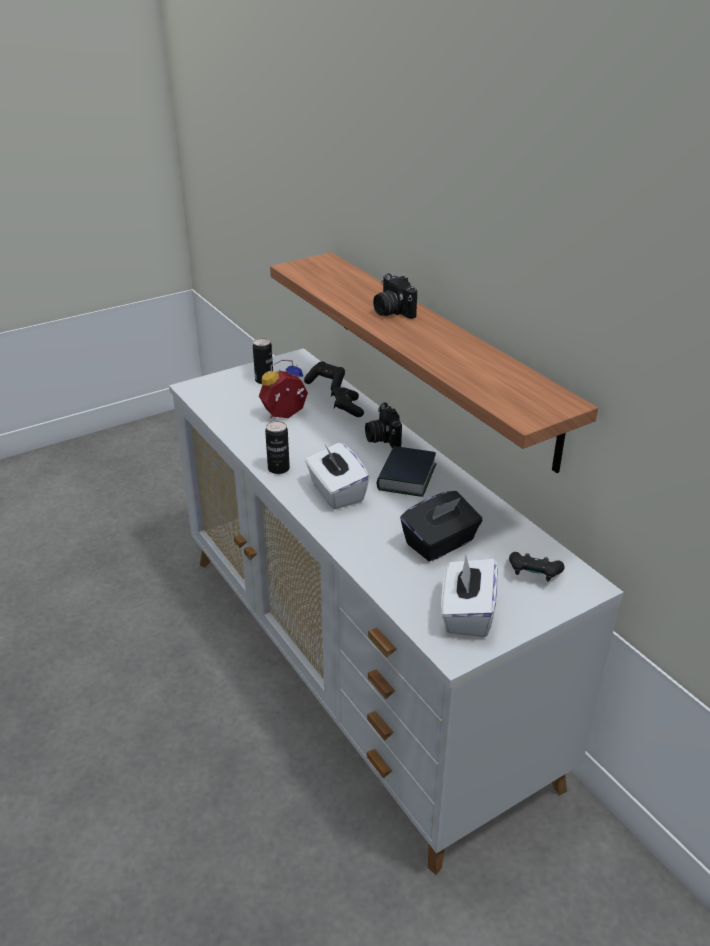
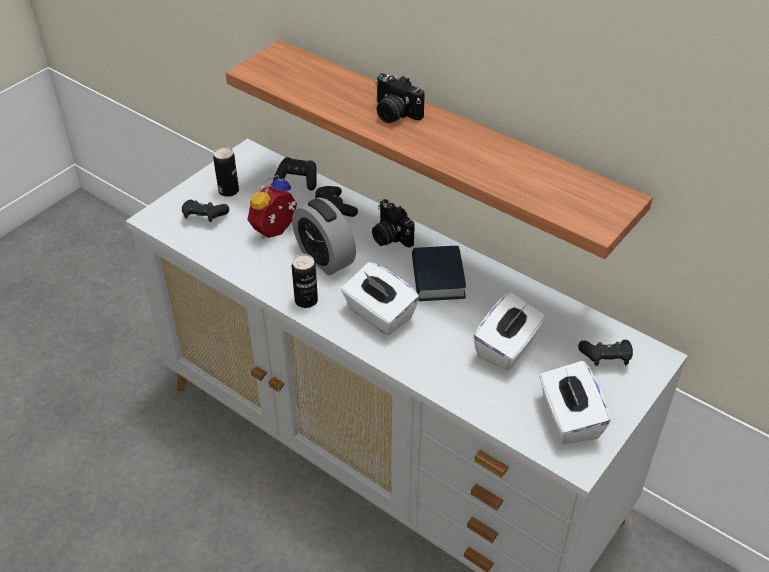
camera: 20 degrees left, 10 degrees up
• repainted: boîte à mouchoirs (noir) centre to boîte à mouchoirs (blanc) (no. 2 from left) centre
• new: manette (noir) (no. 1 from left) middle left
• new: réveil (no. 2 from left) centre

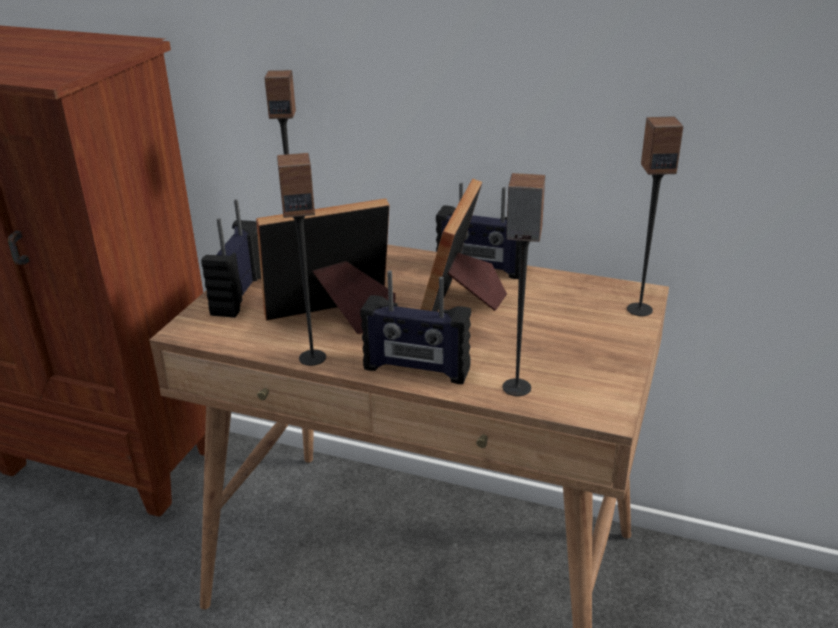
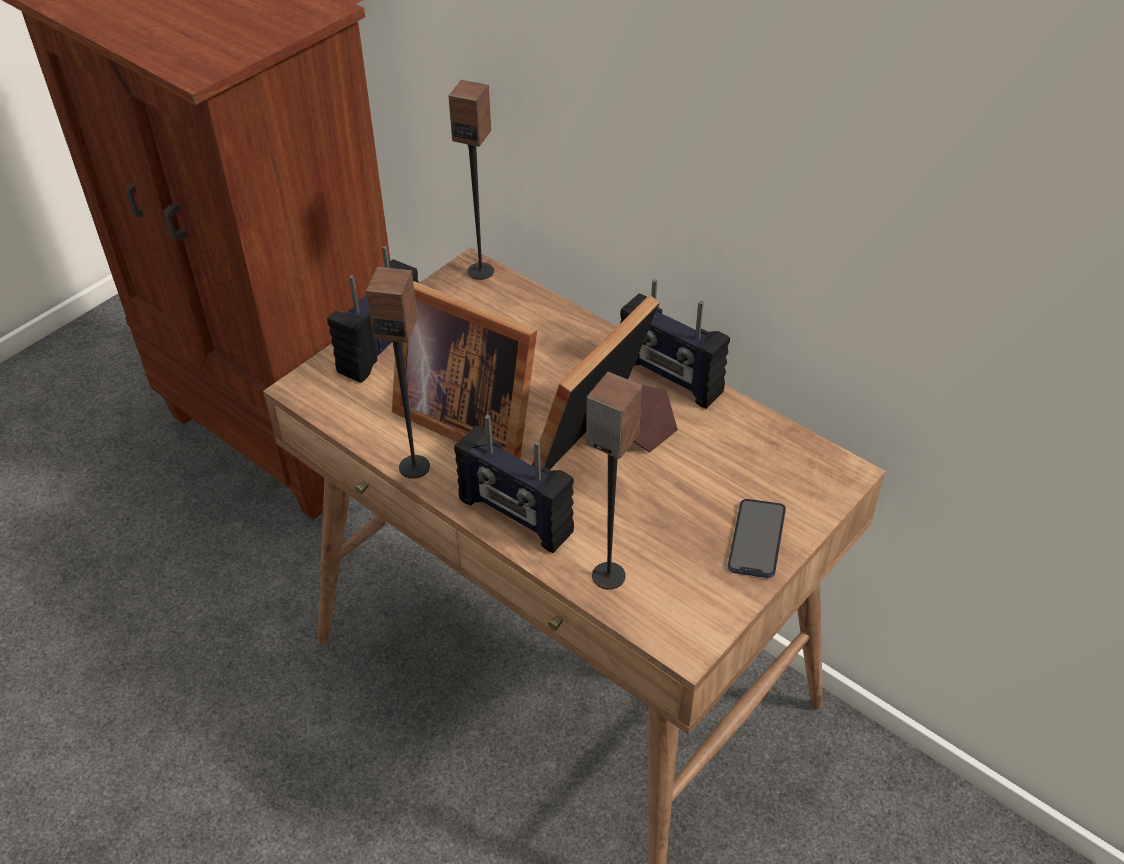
camera: 20 degrees right, 15 degrees up
• rotated: cadre photo (no. 1 from left) centre = centre 150 degrees counterclockwise
• gone: enceinte (no. 4 from left) middle right
• new: téléphone middle right

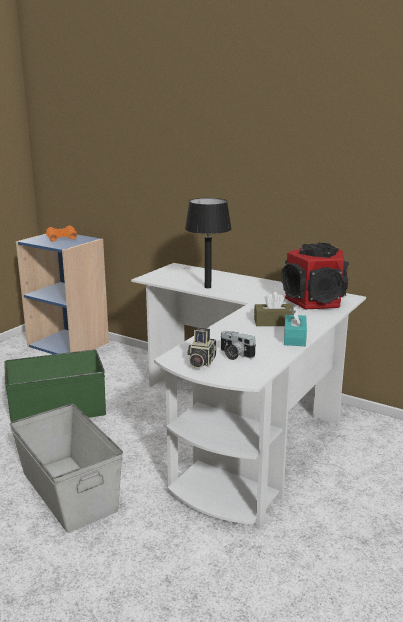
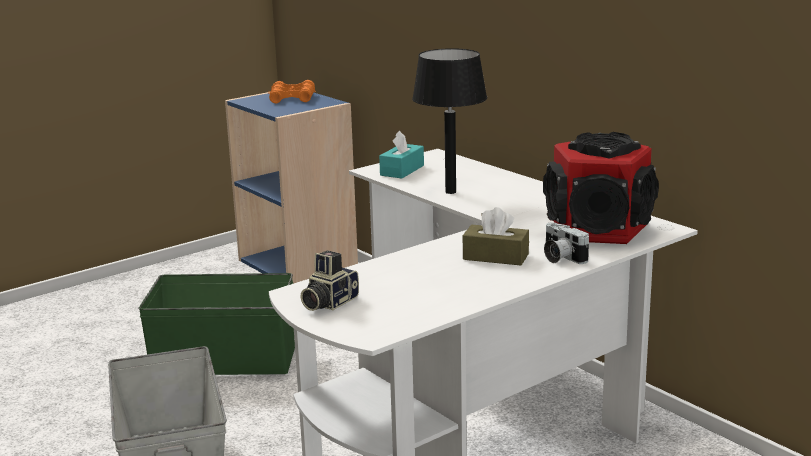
camera: 20 degrees right, 0 degrees up
• shifted: appareil photo (no. 2 from left) centre to middle right
• shifted: boîte à mouchoirs (turquoise) middle right to centre

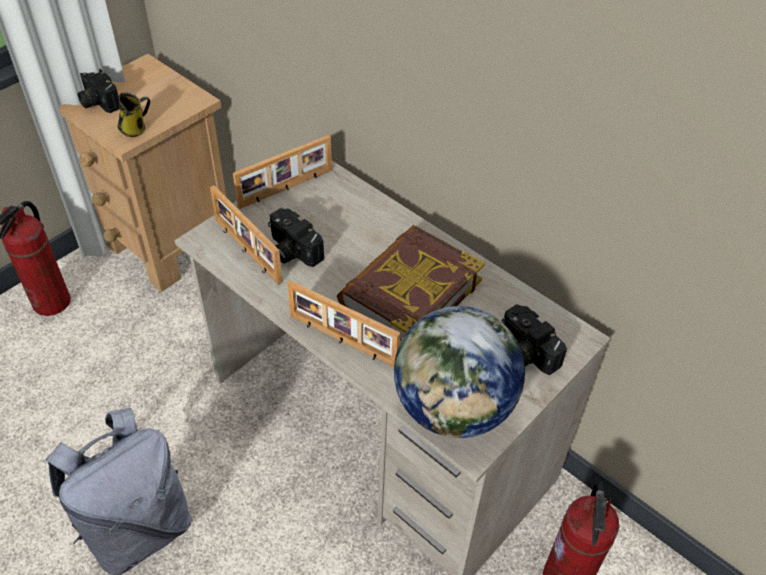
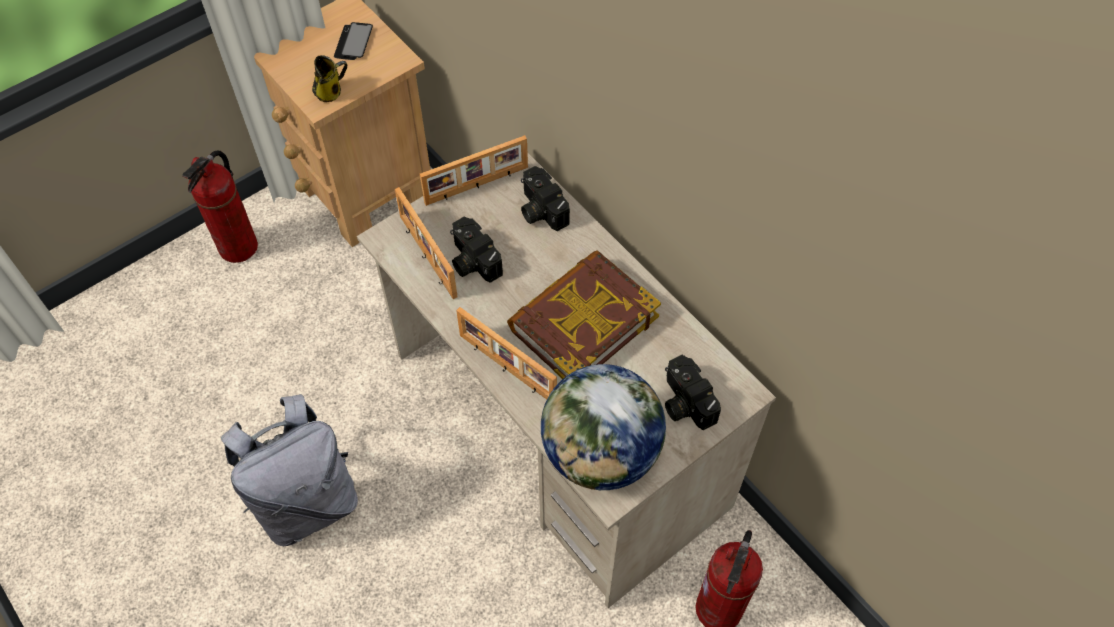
camera: 10 degrees right, 10 degrees up
• shifted: appareil photo (no. 1 from left in the first image) top left to appareil photo (no. 2 from left) top centre
• new: téléphone top left

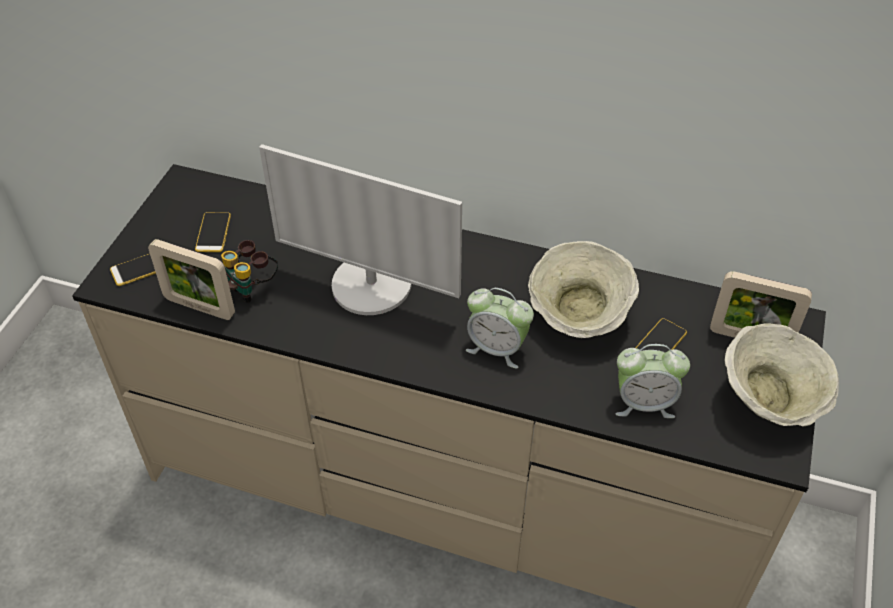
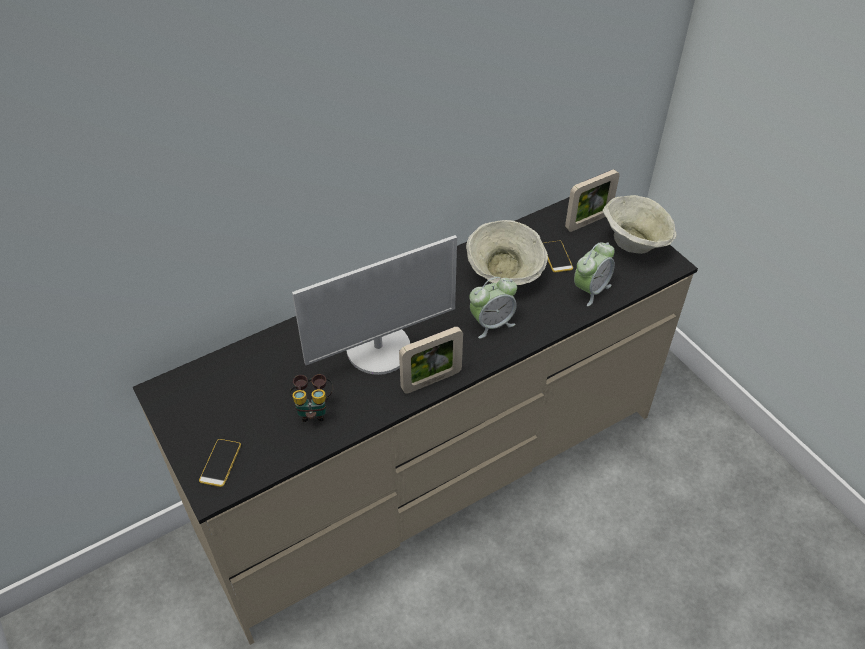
camera: 50 degrees left, 0 degrees up
• shifted: cadre photo (no. 1 from left) middle left to centre
• gone: téléphone (no. 2 from left) middle left

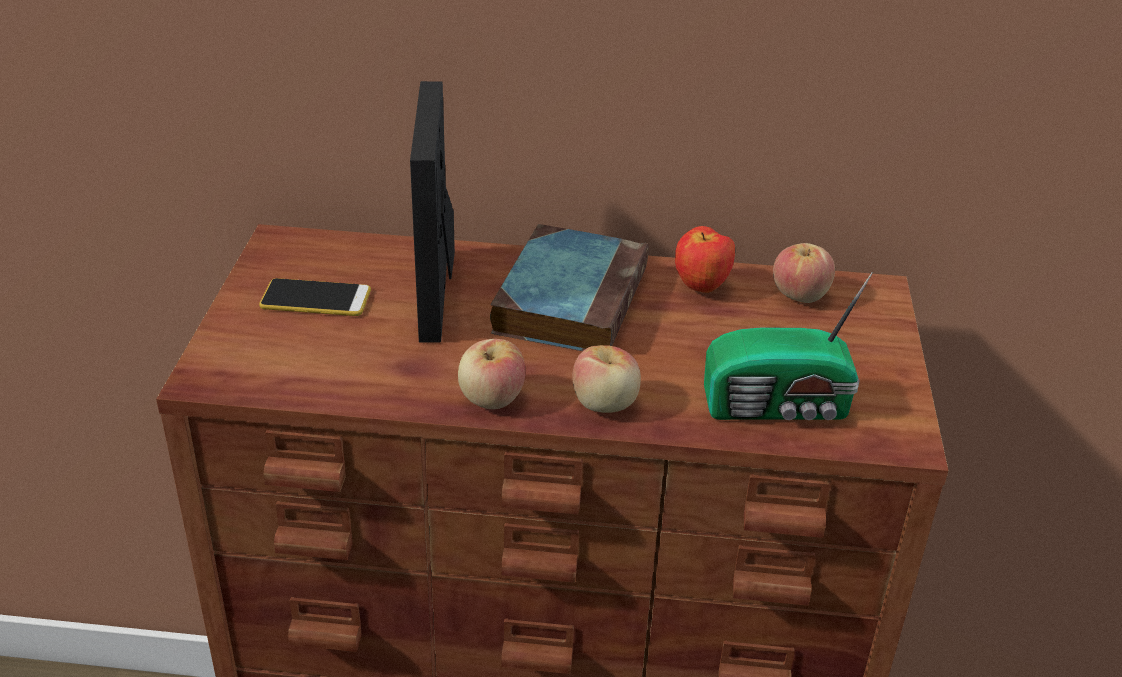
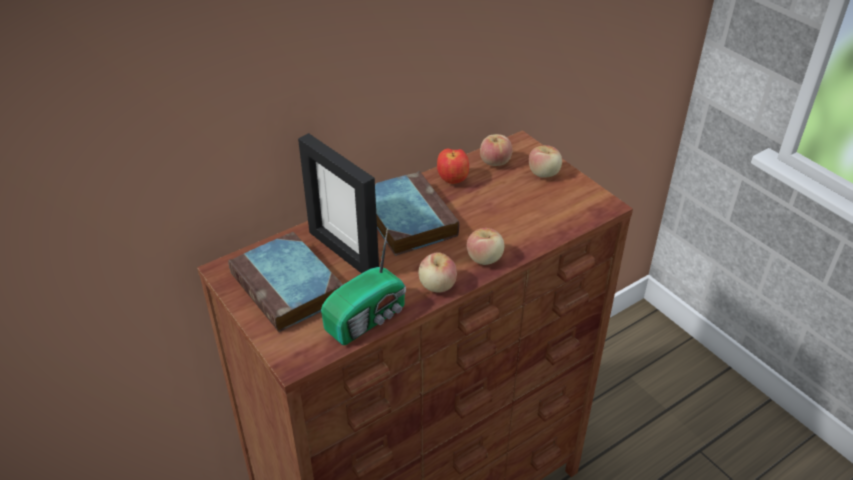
camera: 40 degrees left, 5 degrees up
• swapped: téléphone middle left to livre (no. 1 from left) centre
• shifted: radio middle right to centre
• new: pomme (no. 5 from left) centre

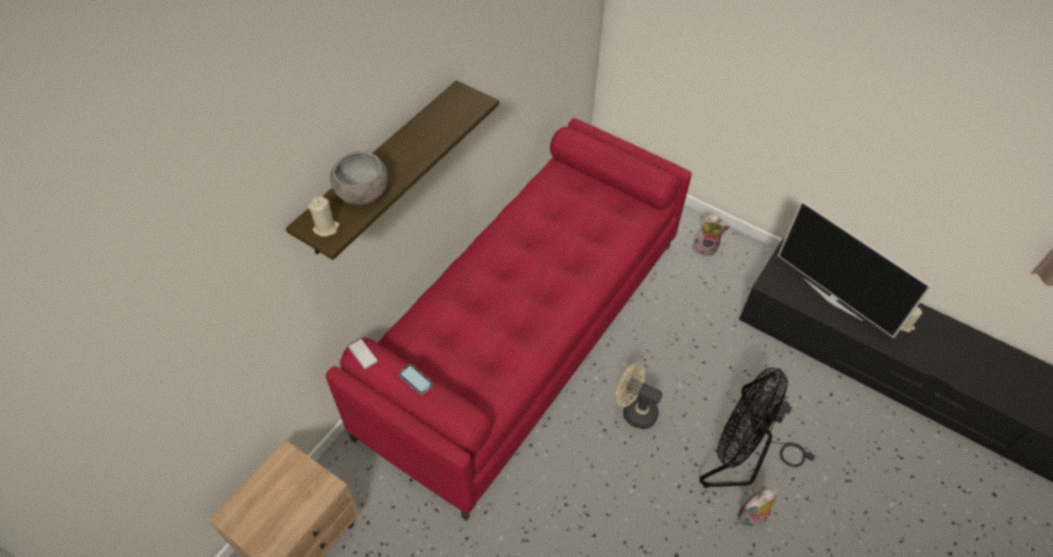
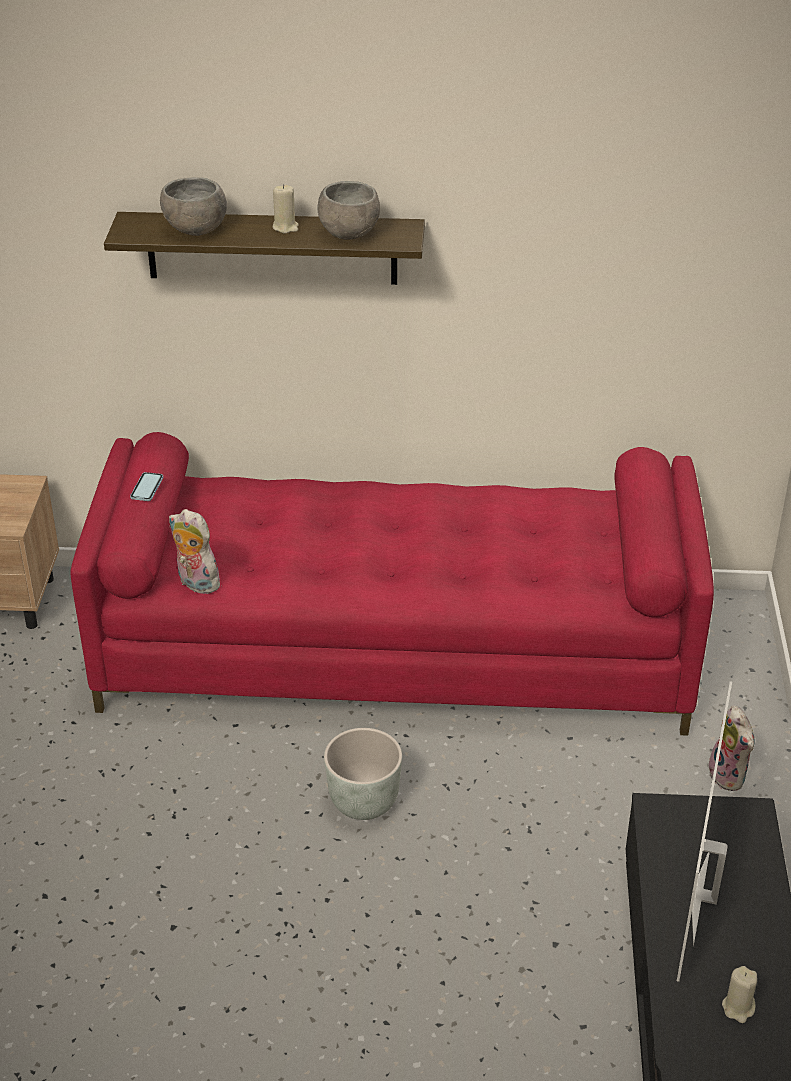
camera: 60 degrees right, 15 degrees down
• shifted: bougie (beige) (no. 1 from left) middle left to top centre
• gone: téléphone (no. 1 from left) centre
• swapped: ventilateur (beige) bottom centre to cache-pot (gris) bottom centre
• gone: ventilateur (noir) bottom right
• shifted: peluche (no. 2 from left in the first image) bottom right to peluche (no. 1 from left) middle left
• new: bol (gris) (no. 2 from left) top centre

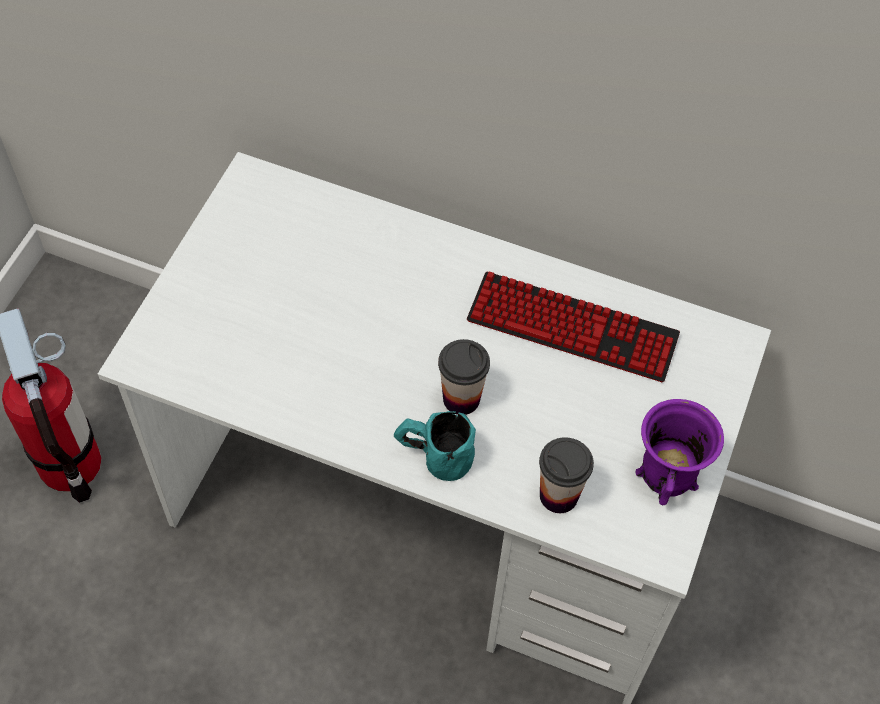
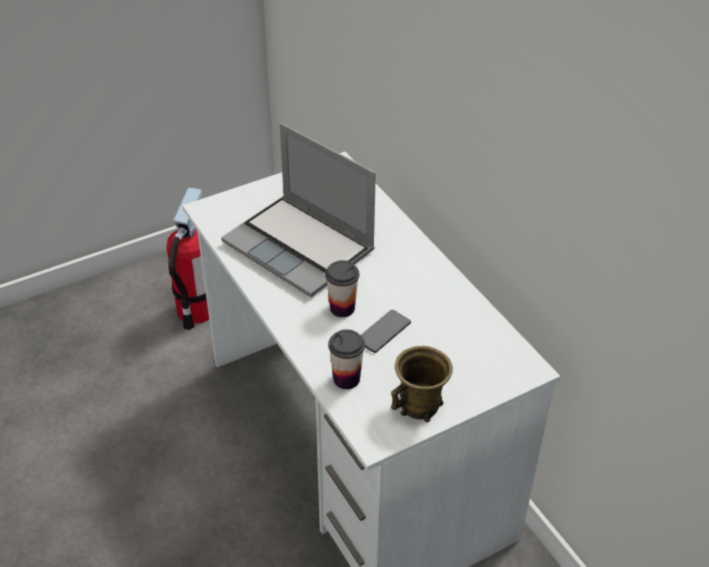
camera: 40 degrees right, 15 degrees down
• gone: mug (turquoise) centre
• gone: clavier centre
• repainted: mug (violet) middle right to mug (marron) bottom centre
• new: ordinateur portable centre
• new: téléphone centre

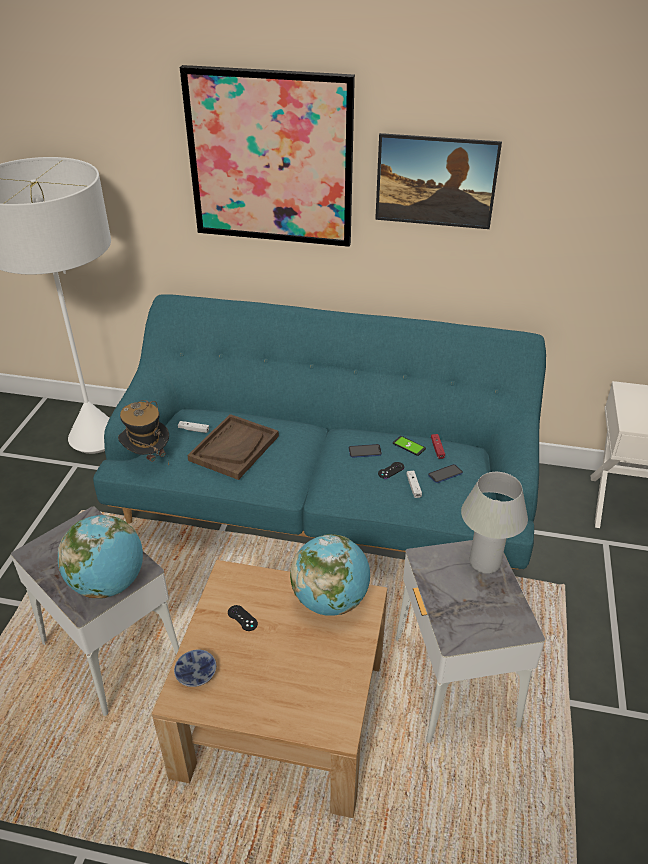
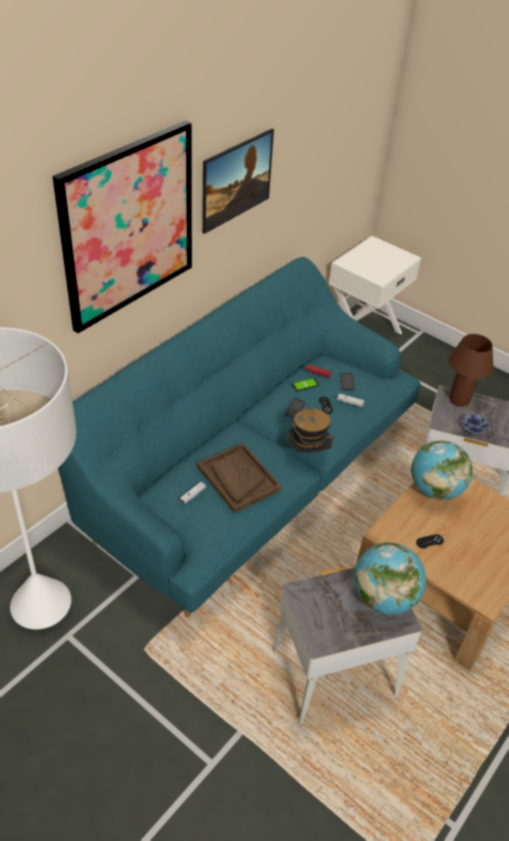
camera: 65 degrees left, 5 degrees up
• shifted: chapeau middle left to centre
• shifted: bol bottom left to middle right
• repainted: lampe de table (blanc) middle right to lampe de table (marron) middle right

